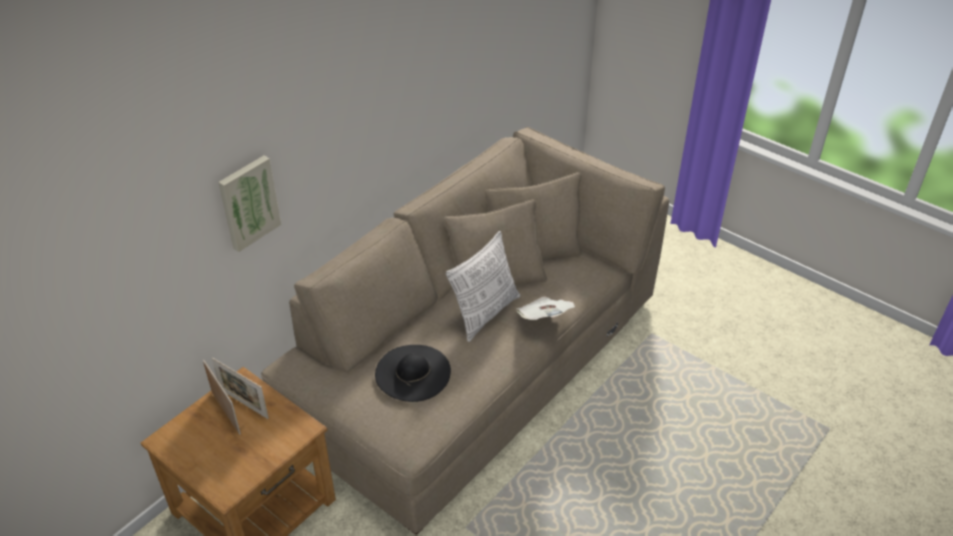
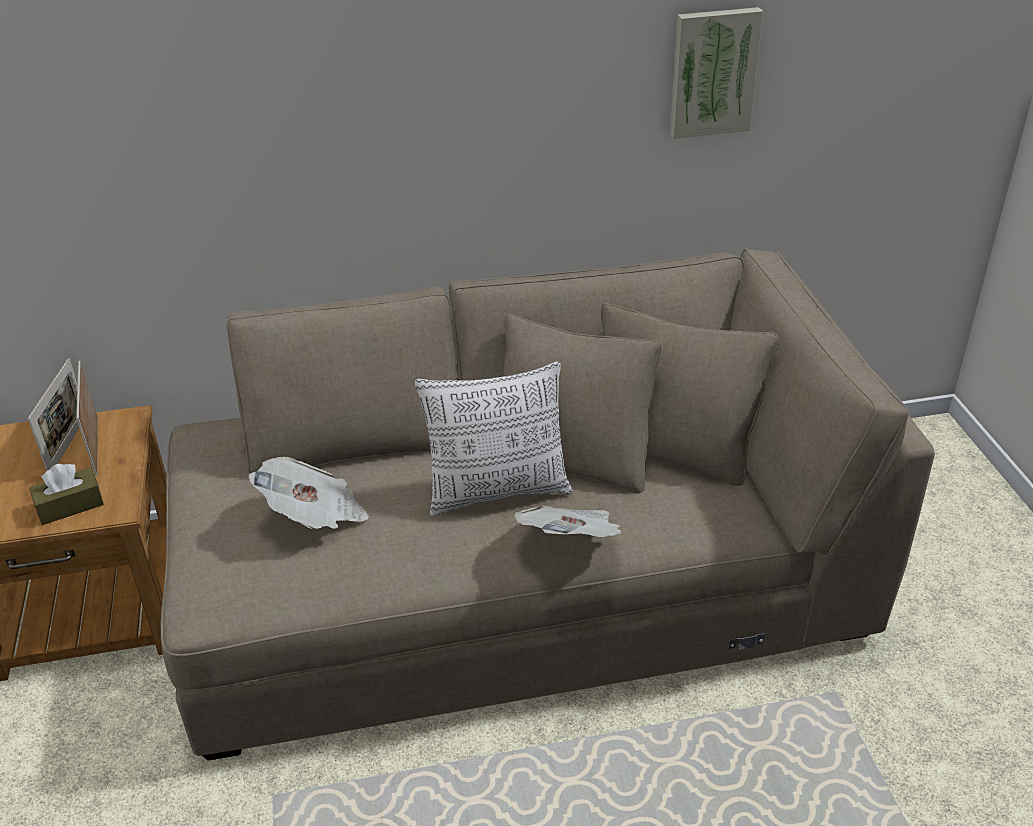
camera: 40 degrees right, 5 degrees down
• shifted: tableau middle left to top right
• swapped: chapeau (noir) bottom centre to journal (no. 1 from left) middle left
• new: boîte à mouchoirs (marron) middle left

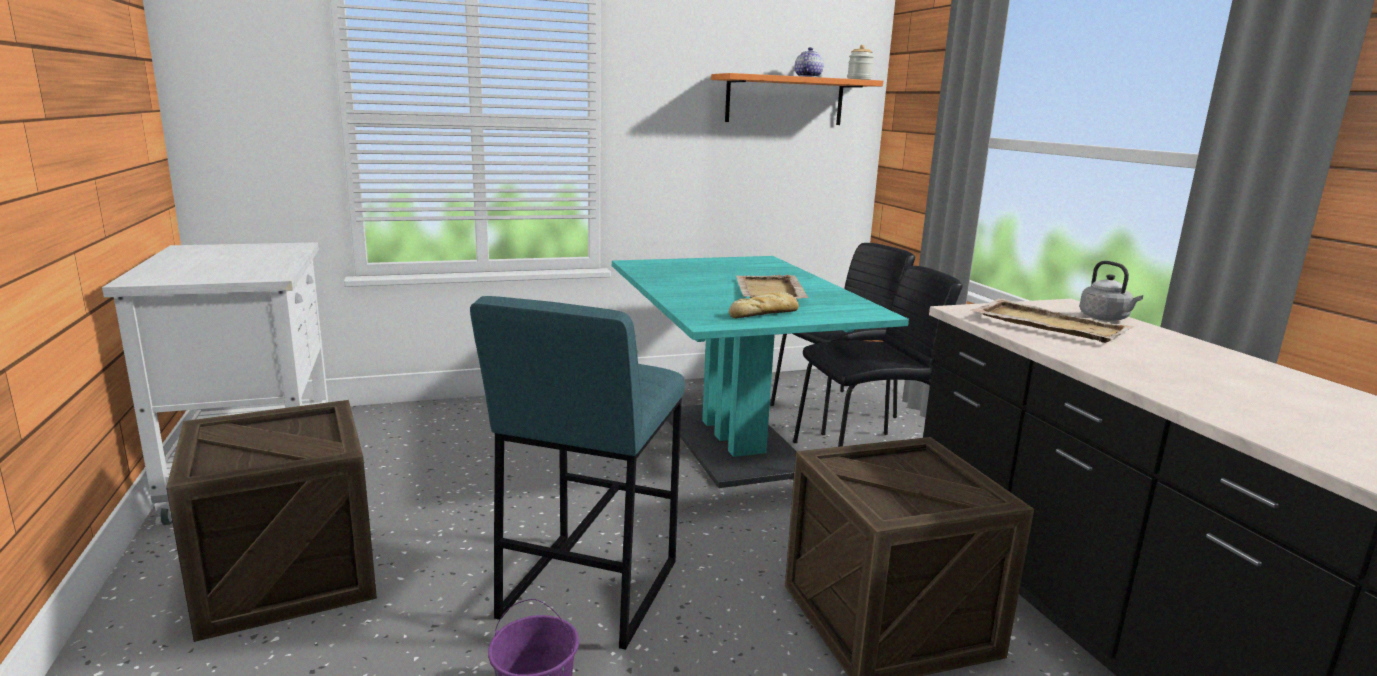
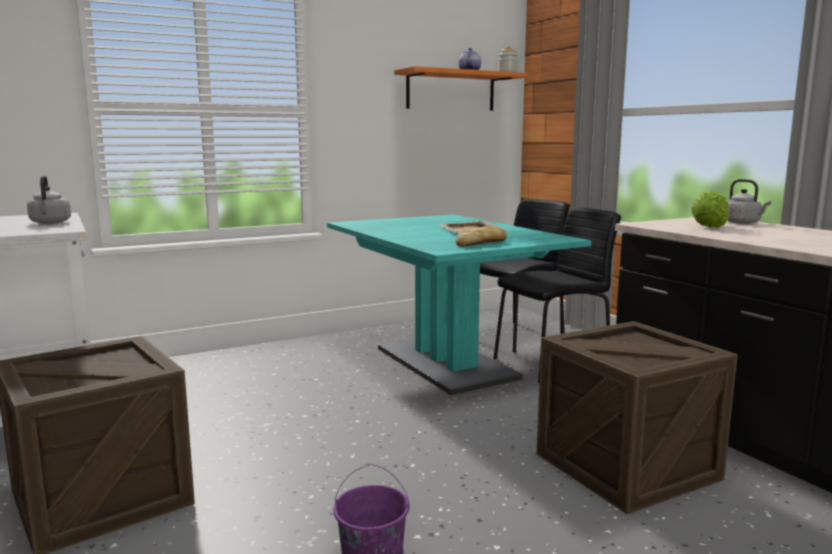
camera: 10 degrees left, 5 degrees down
• gone: tabouret (turquoise) bottom centre
• swapped: plateau (beige) (no. 2 from left) middle right to laitue middle right
• new: bouilloire (gris) (no. 1 from left) middle left

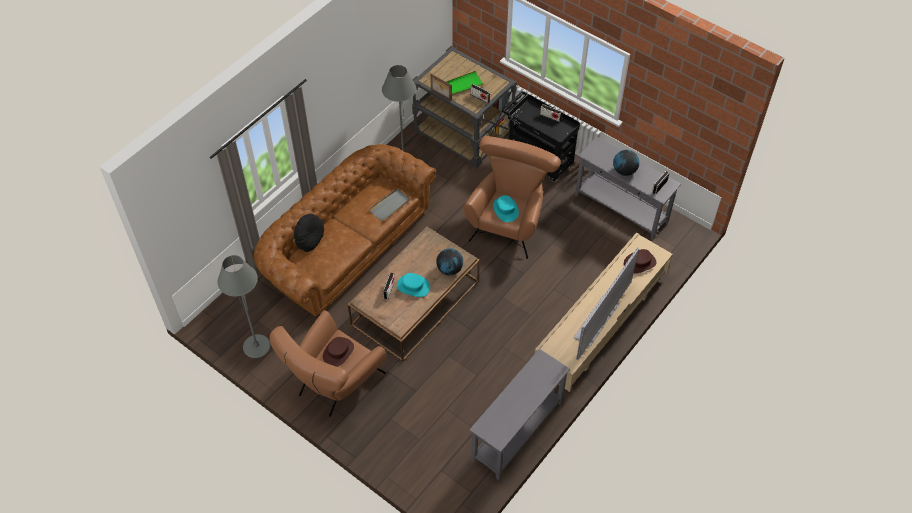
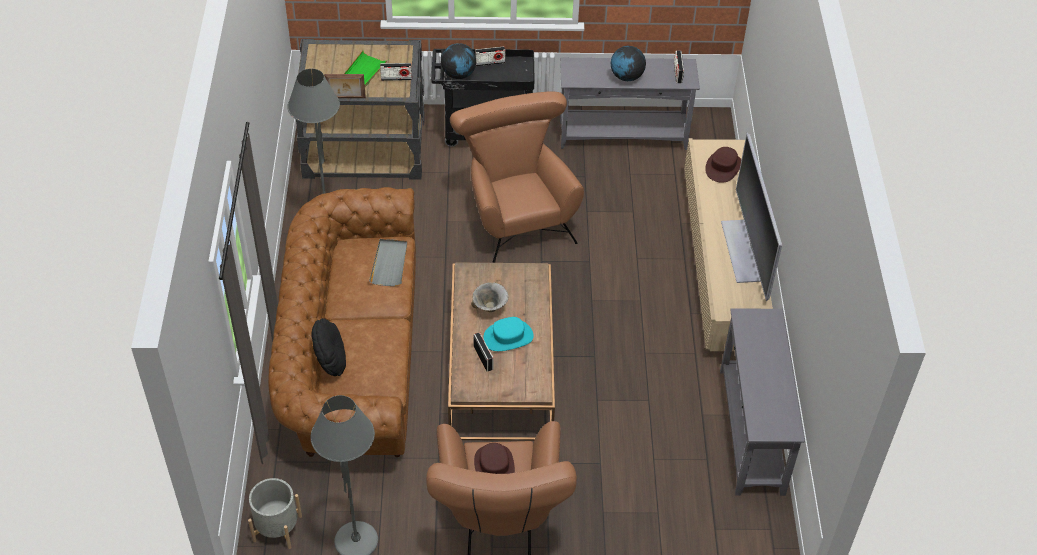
camera: 40 degrees left, 5 degrees down
• shifted: globe (no. 1 from left) centre to top centre
• gone: chapeau (turquoise) (no. 2 from left) centre
• new: cache-pot (gris) bottom left
• new: bol centre

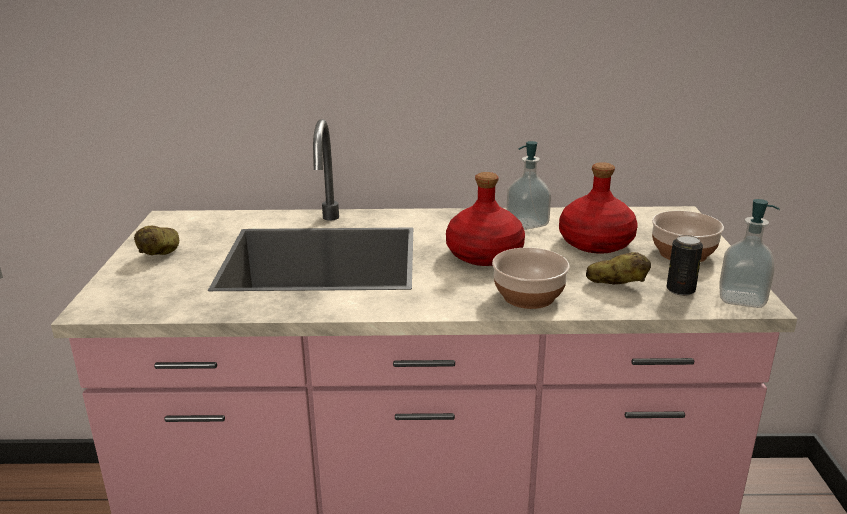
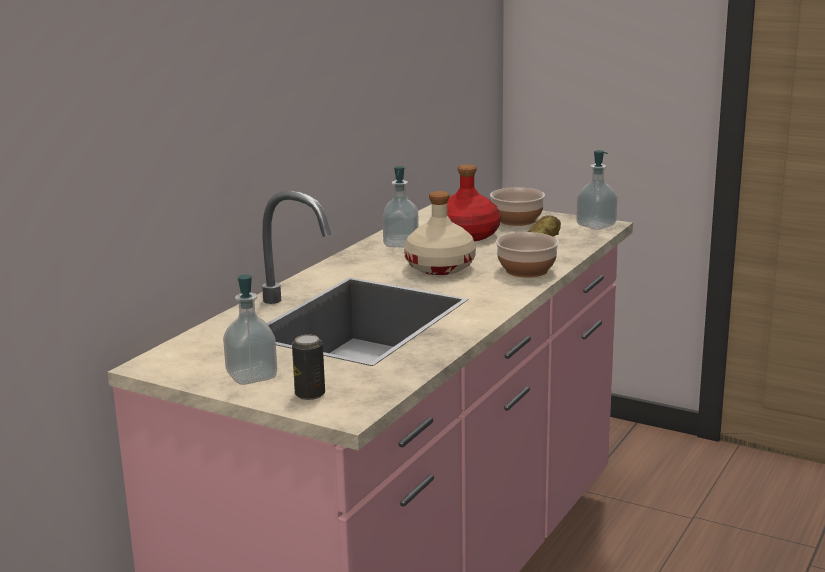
camera: 60 degrees left, 5 degrees down
• swapped: pomme de terre (no. 1 from left) middle left to distributeur de savon (no. 1 from left) middle left
• repainted: bouteille (rouge) (no. 1 from left) centre to bouteille (beige) centre
• shifted: boîte métallique middle right to centre

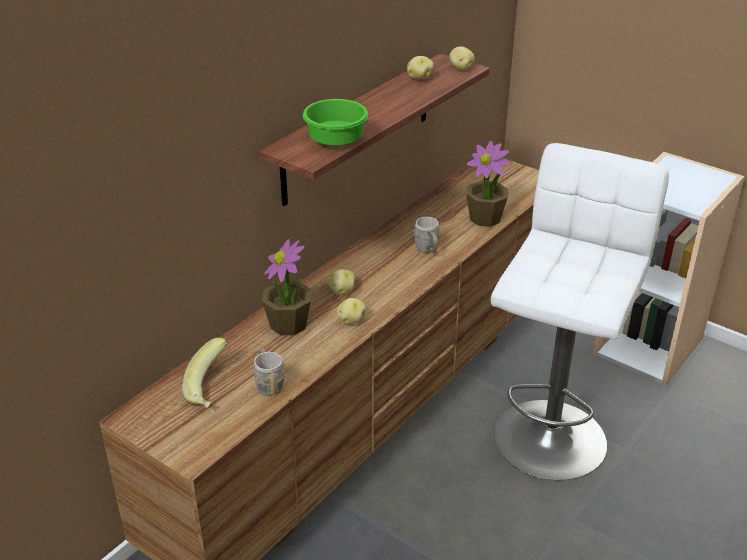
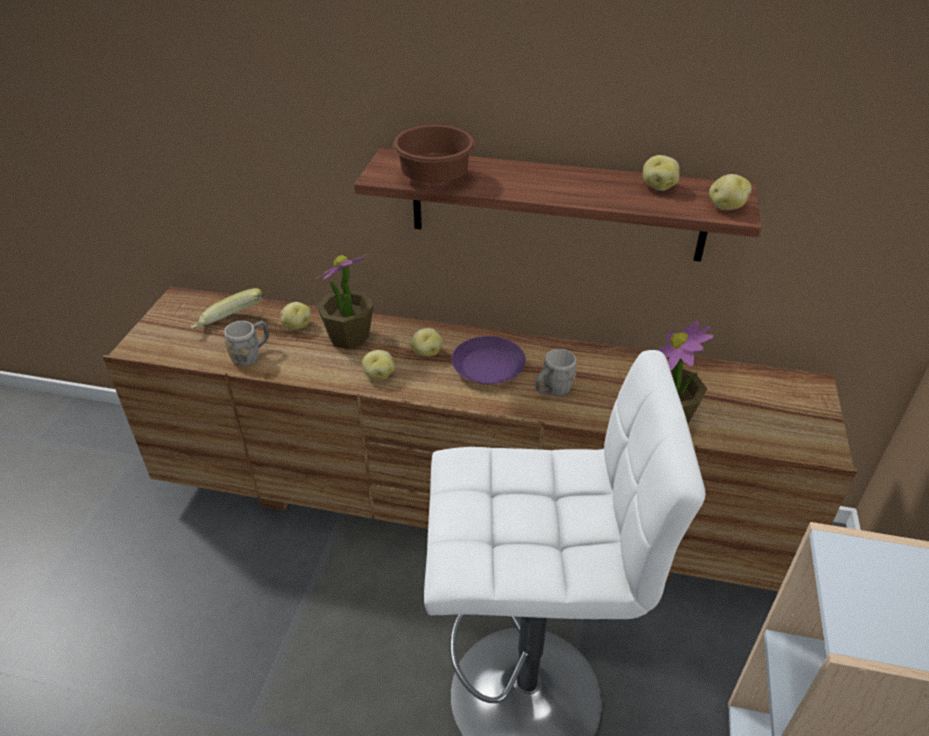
camera: 65 degrees right, 5 degrees up
• repainted: bol (vert) top centre to bol (marron) top centre
• new: pomme de terre (no. 1 from left) middle left
• new: assiette (violet) centre

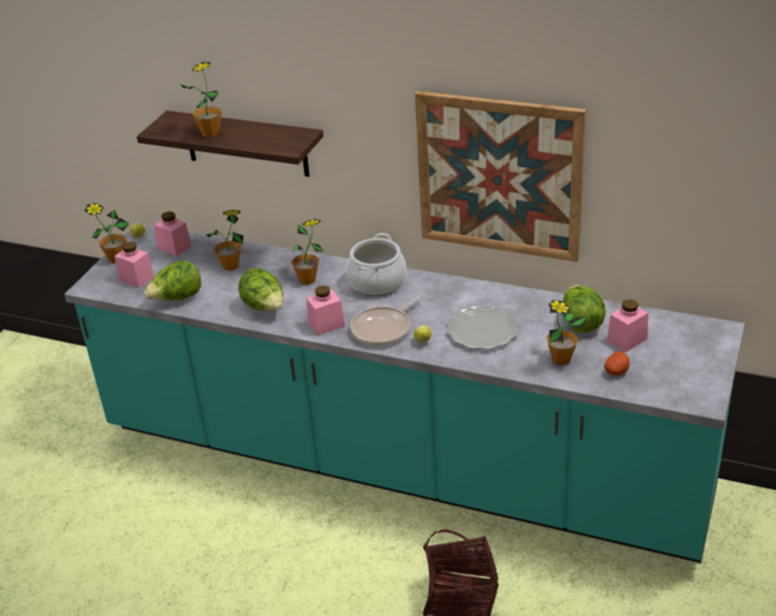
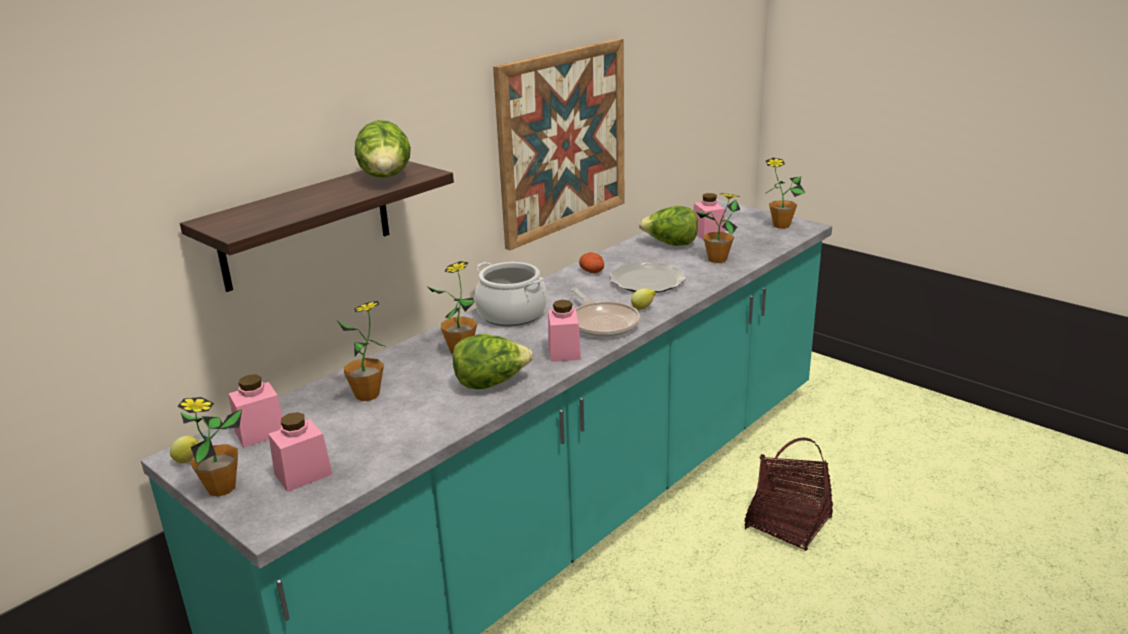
camera: 70 degrees left, 10 degrees down
• shifted: laitue (no. 1 from left) middle left to top centre
• shifted: plante en pot (no. 2 from left in the first image) top left to plante en pot (no. 5 from left) top right
• shifted: pomme de terre middle right to centre

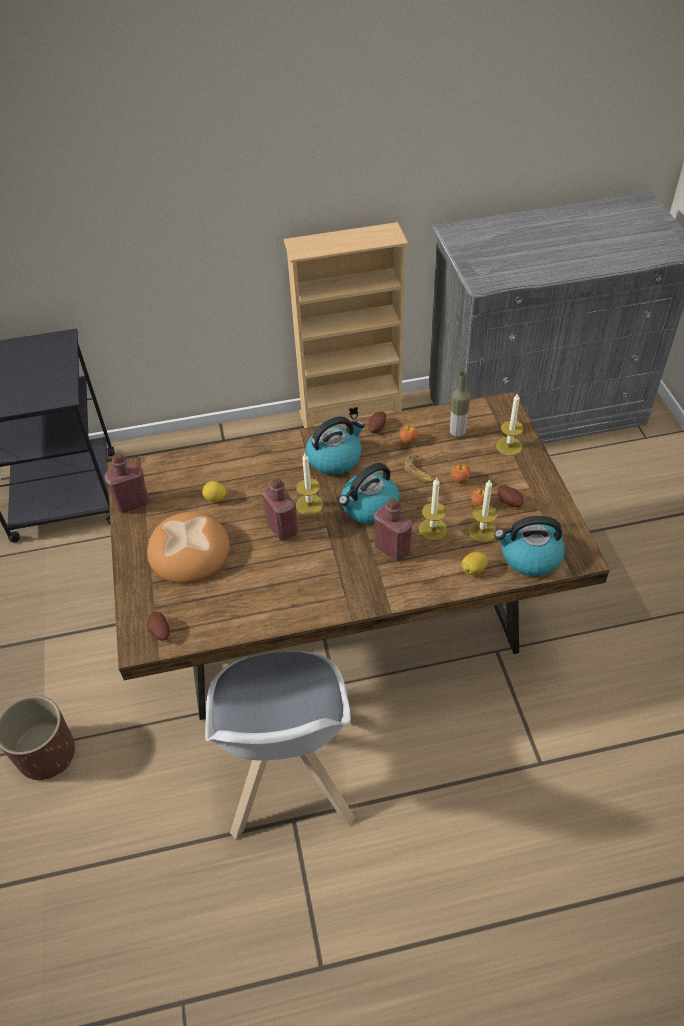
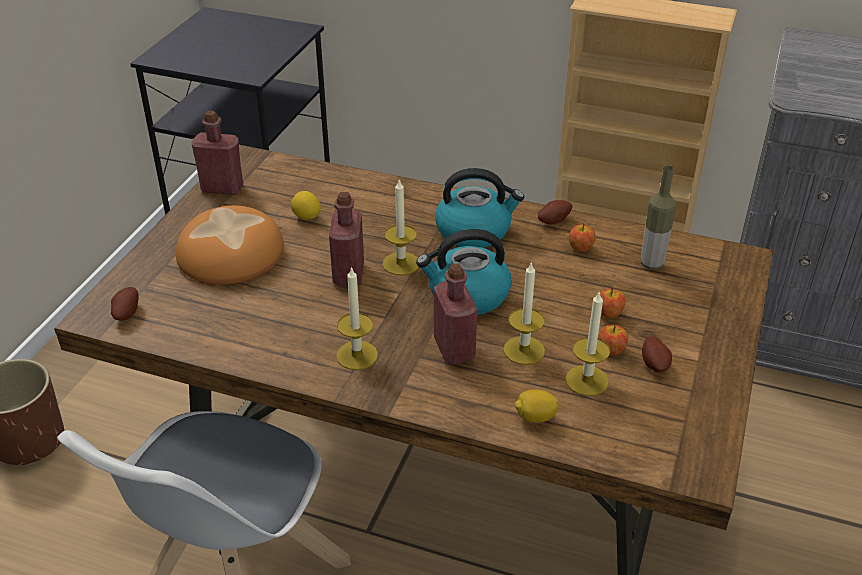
camera: 30 degrees right, 10 degrees down
• gone: banane centre
• gone: bouilloire (no. 3 from left) middle right
• shifted: bougie (no. 4 from left in the first image) middle right to bougie (no. 1 from left) centre

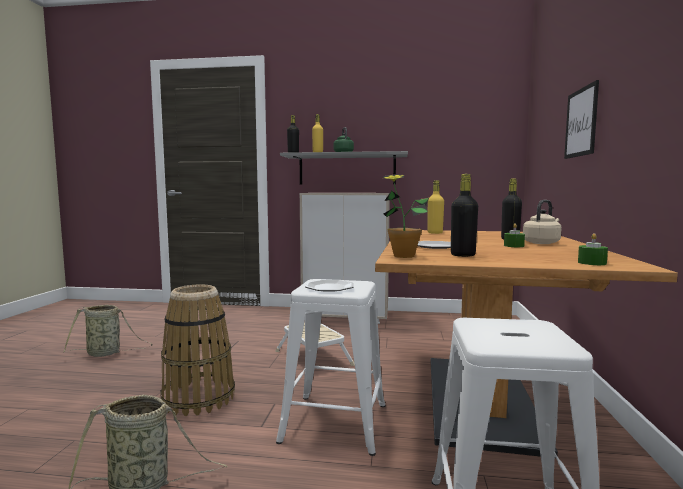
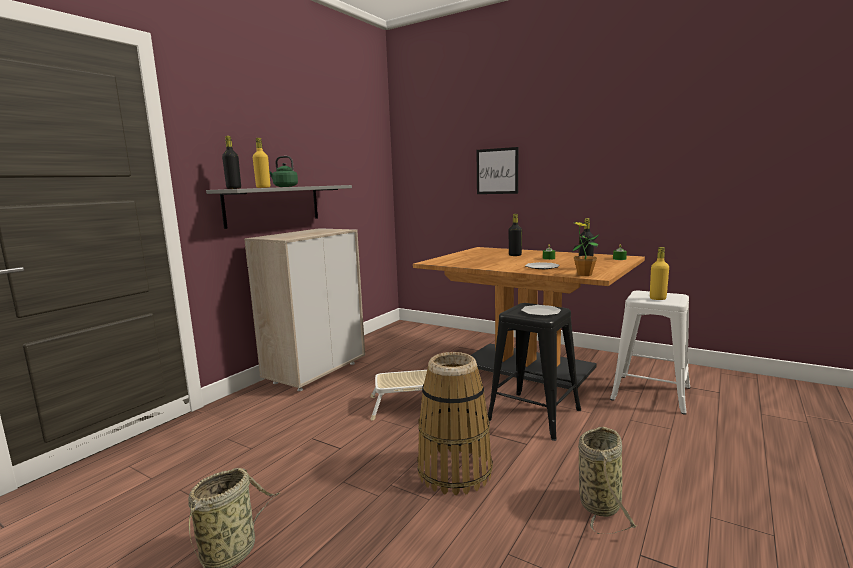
camera: 65 degrees left, 5 degrees up
• repainted: tabouret (blanc) (no. 1 from left) bottom centre to tabouret (noir) centre
• shifted: bouteille (jaune) (no. 2 from left) centre to middle right
• gone: bouilloire (beige) middle right

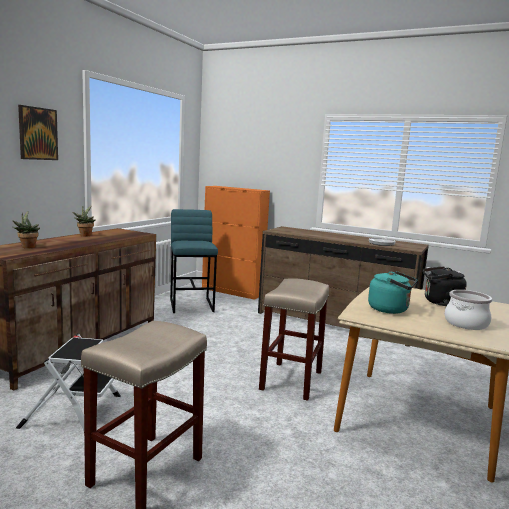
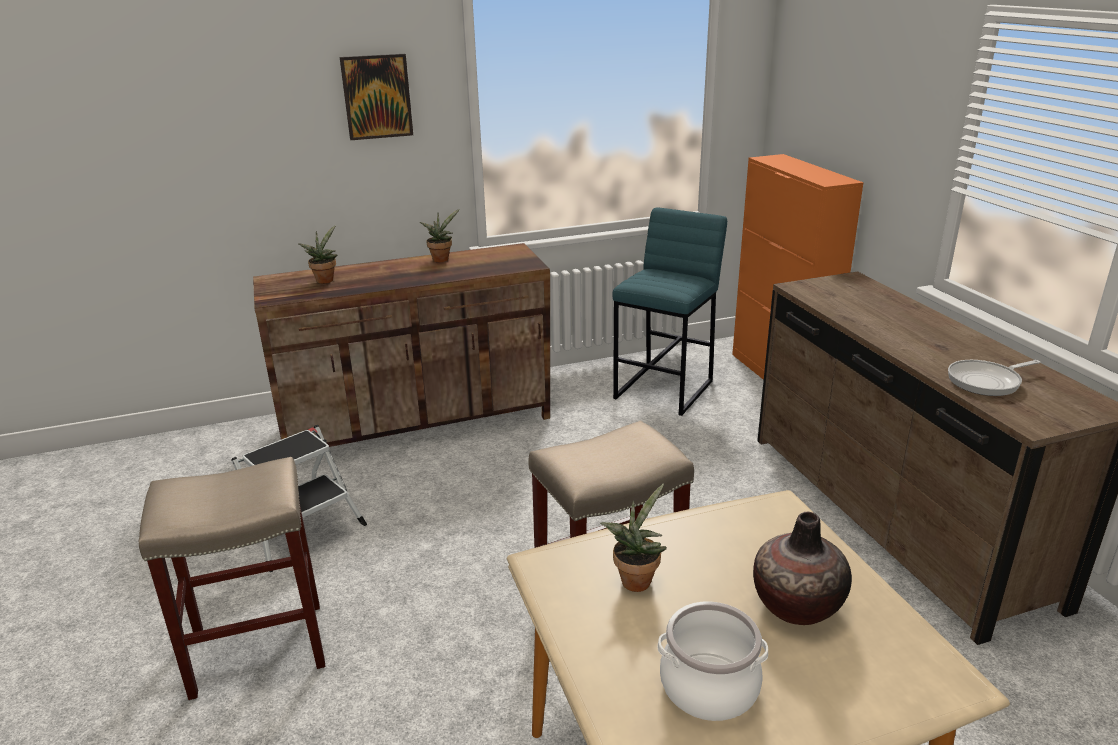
camera: 45 degrees right, 15 degrees up
• swapped: bouilloire (turquoise) middle right to plante en pot (no. 3 from left) bottom centre
• swapped: bouilloire (noir) middle right to vase bottom right

